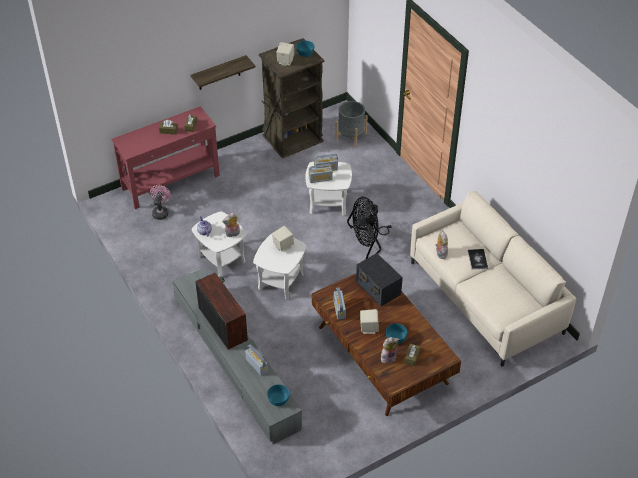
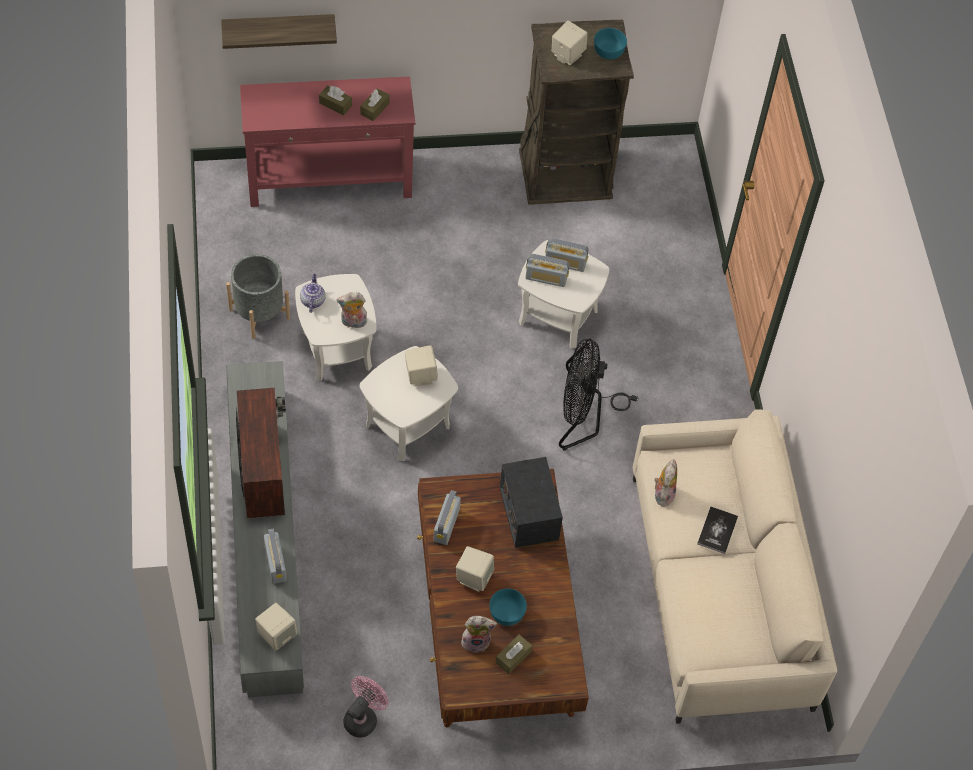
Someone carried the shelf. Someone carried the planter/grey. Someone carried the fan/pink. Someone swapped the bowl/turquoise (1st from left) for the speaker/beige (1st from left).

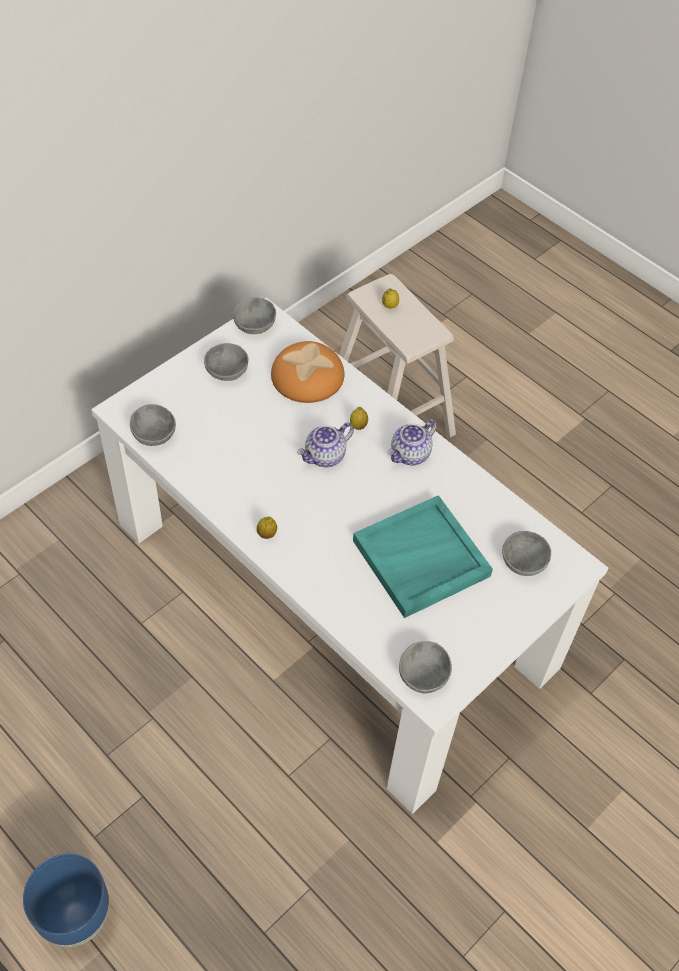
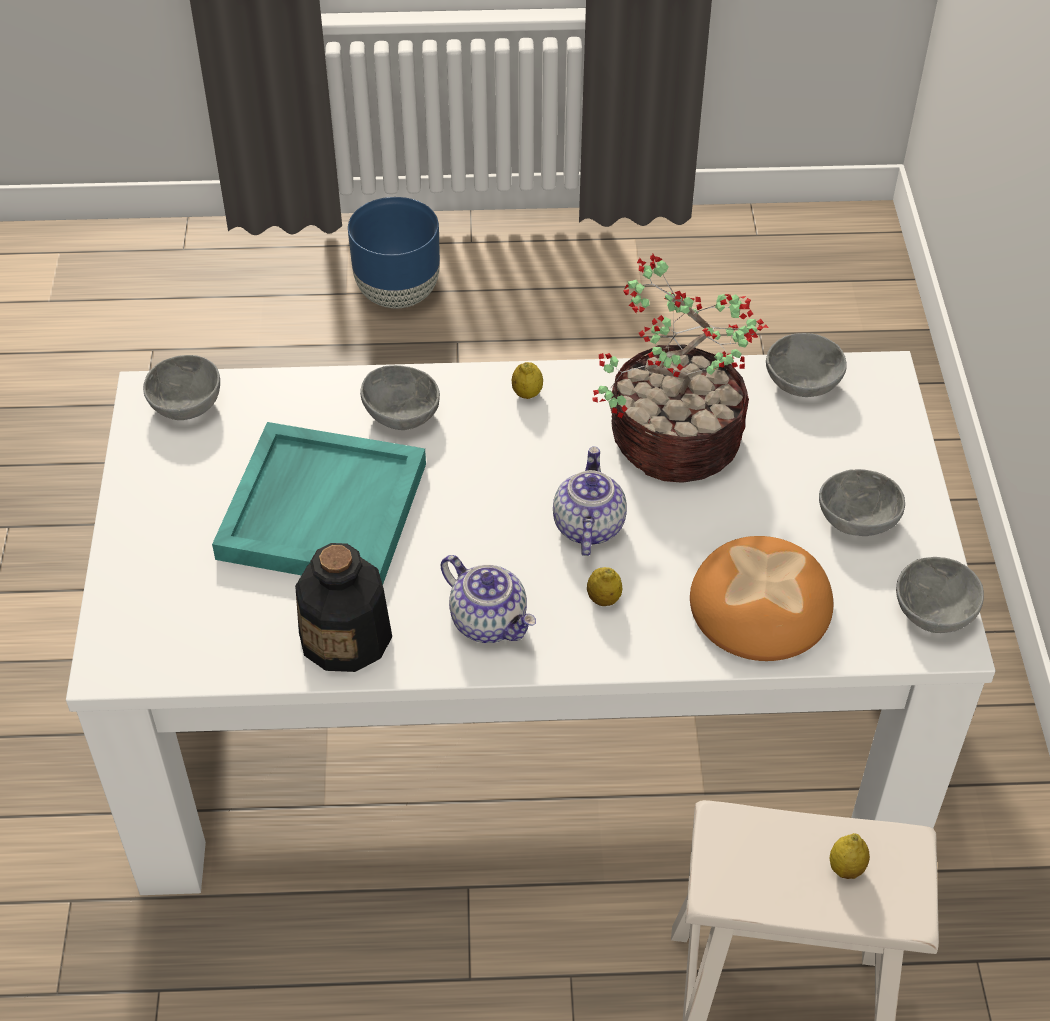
Someone rotated the teapot (2nd from left in the first image) by 135 degrees clockwise. Someone carried the bowl/grey (5th from left in the first image). Someone put down the potted plant. Someone put down the bottle.

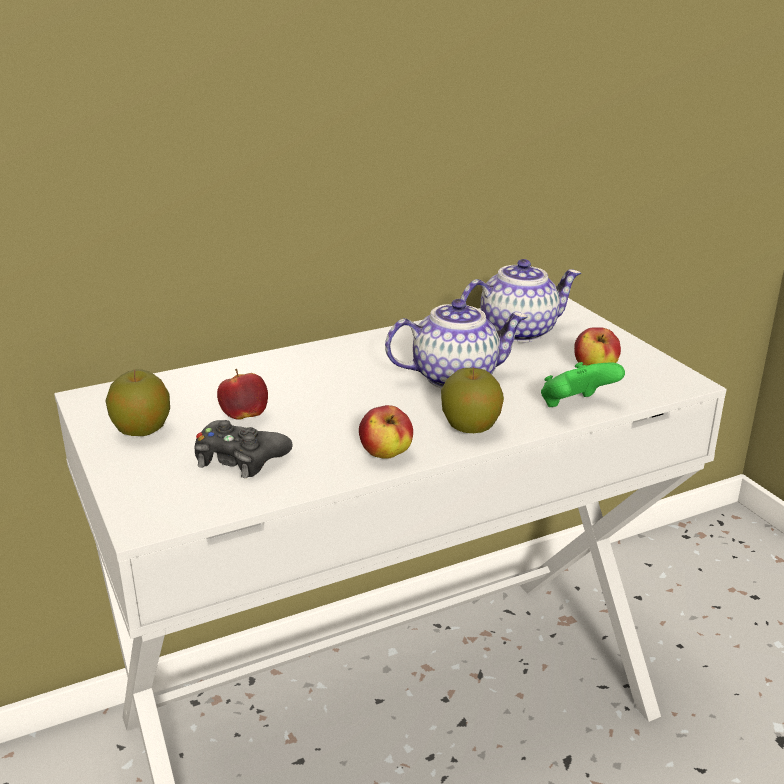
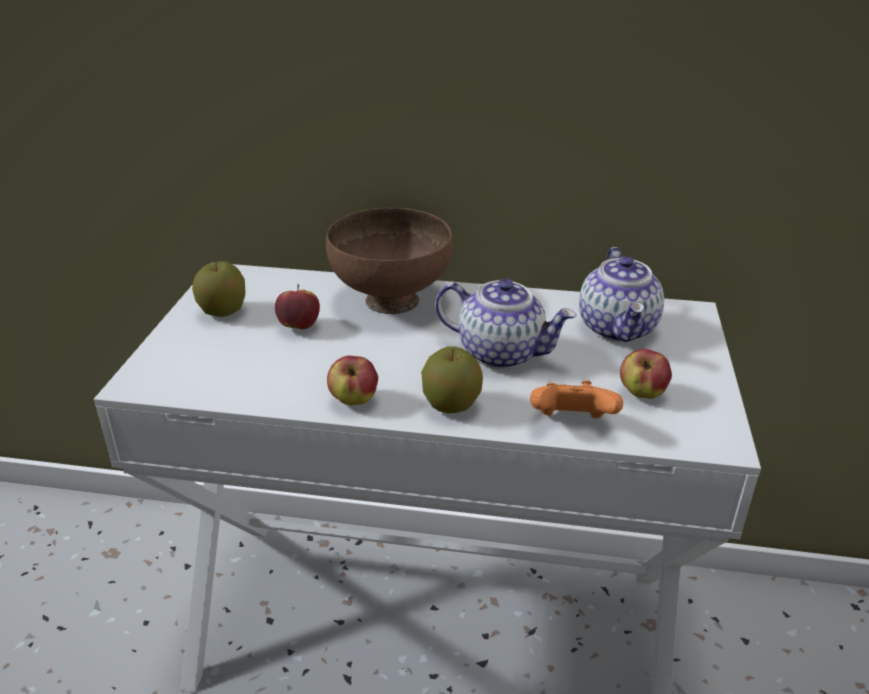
Someone rotated the teapot (2nd from left) by 75 degrees clockwise. Someone repainted the game controller/green, which became the game controller/orange. Someone took away the game controller/black. Someone put down the bowl/brown.

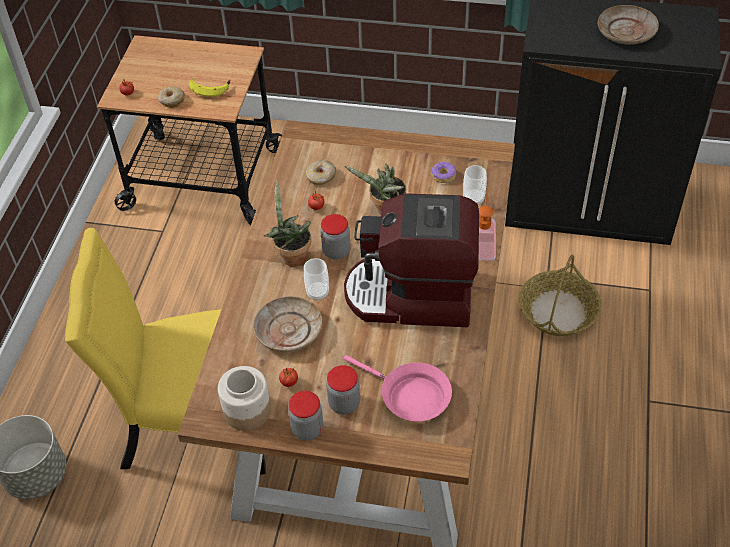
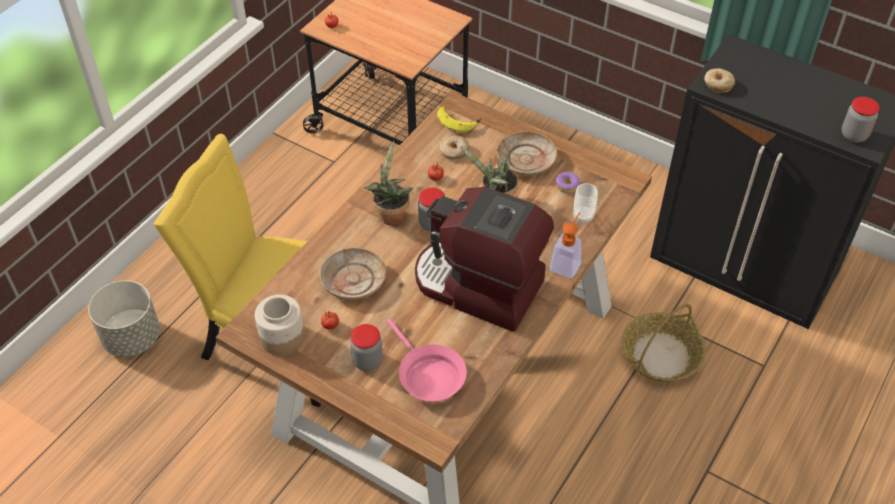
Someone carried the plate/beige (2nd from left). Someone carried the banana. Someone carried the donut (1st from left in the first image). Someone took away the cup (1st from left). Someone carried the jar (2nd from left in the first image).

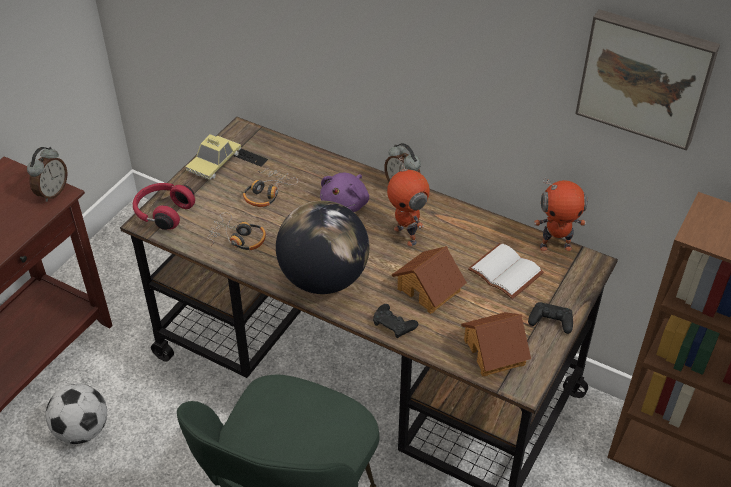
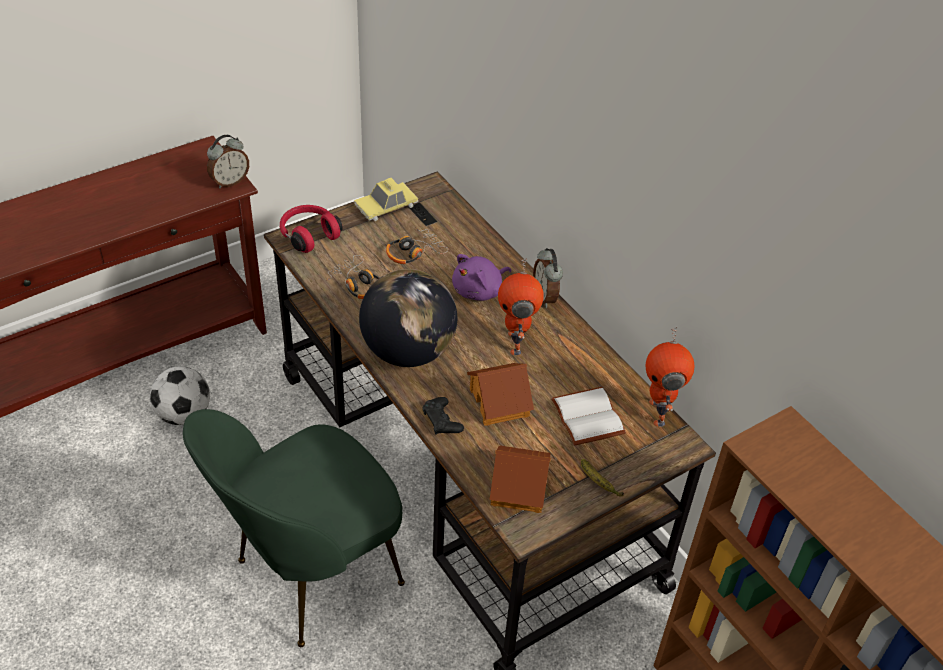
Someone took away the picture. Someone rotated the toy robot (2nd from left) by 60 degrees clockwise. Someone swapped the game controller/black (2nd from left) for the banana.

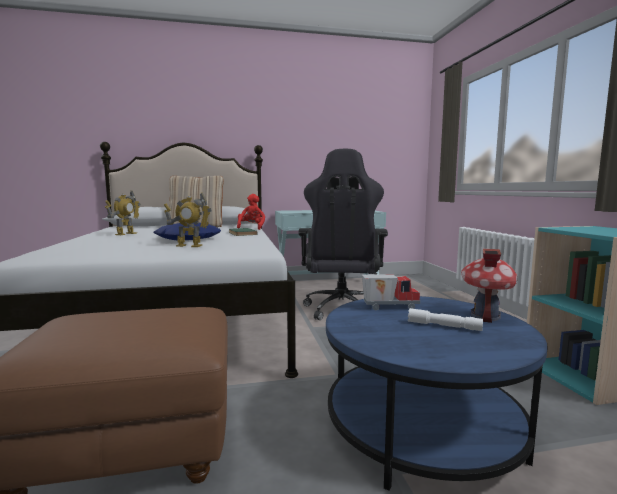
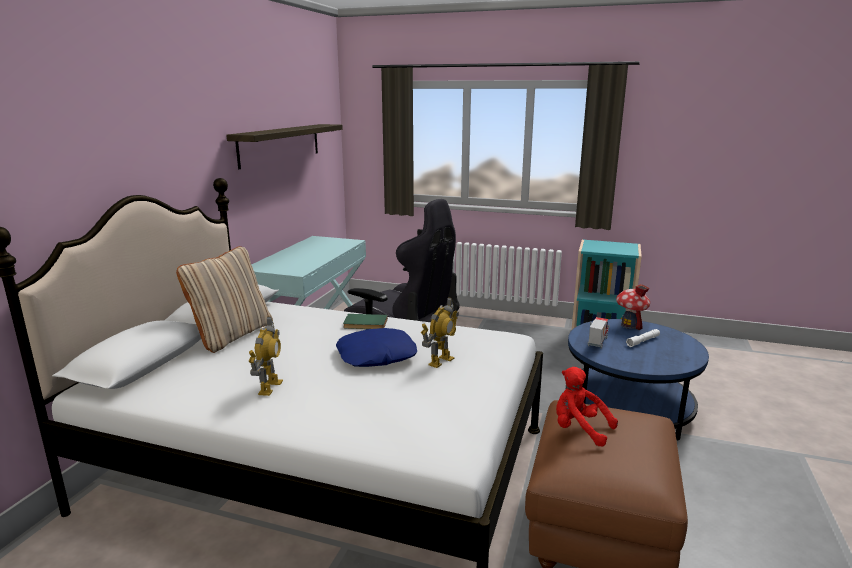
Someone rotated the toy robot (1st from left) by 45 degrees clockwise. Someone carried the plush toy/red. Someone put up the shelf.

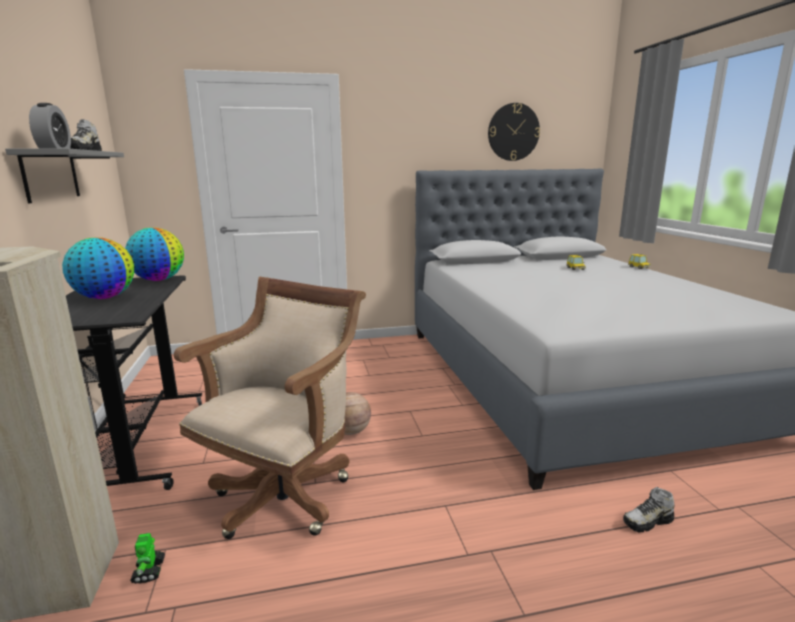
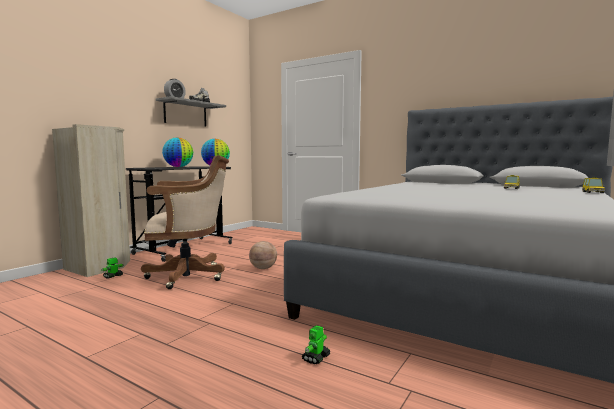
Someone took away the wall clock. Someone swapped the shoe (2nd from left) for the toy robot (2nd from left).

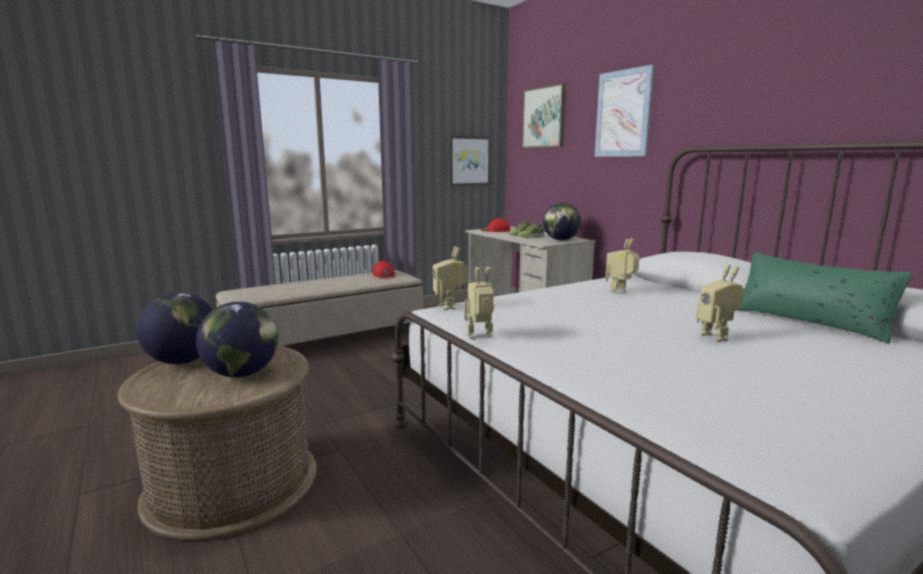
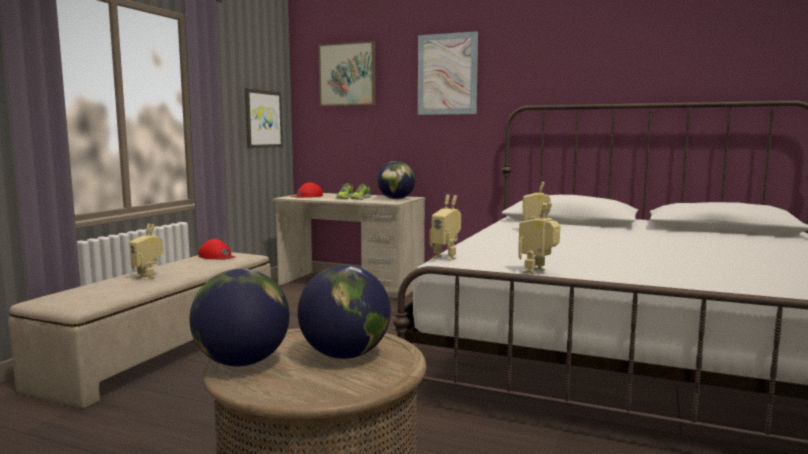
Someone took away the pillow/green. Someone carried the toy robot (4th from left in the first image).

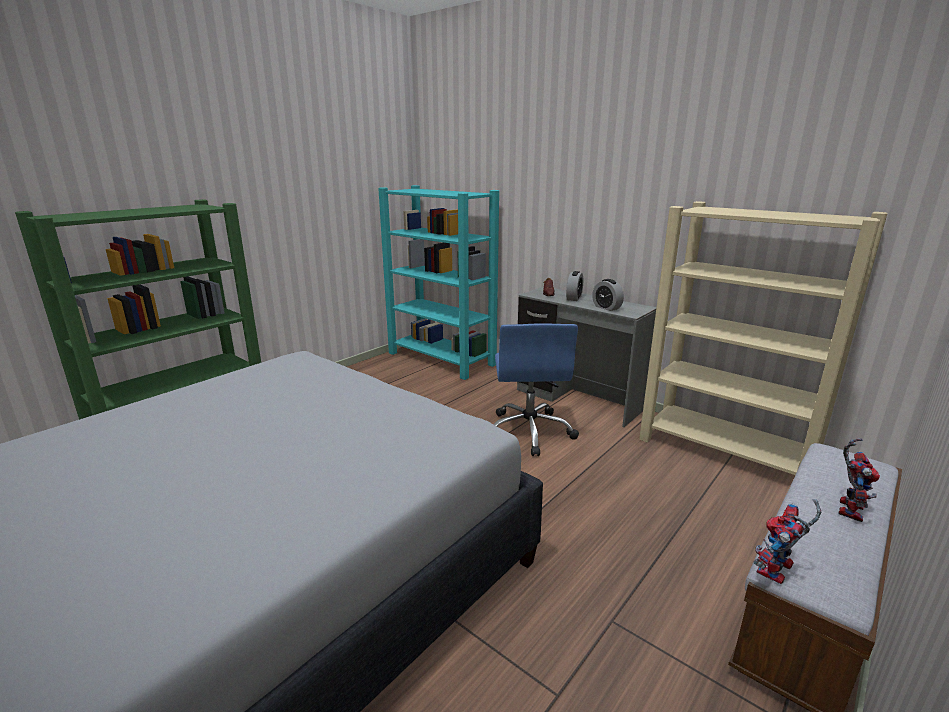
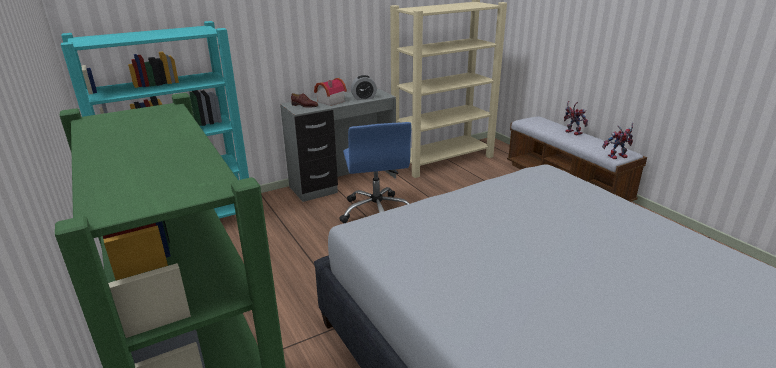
Someone swapped the alarm clock (1st from left) for the toy house. Someone rotated the office chair/blue by 60 degrees clockwise. Someone rotated the toy robot (1st from left in the first image) by 105 degrees clockwise.

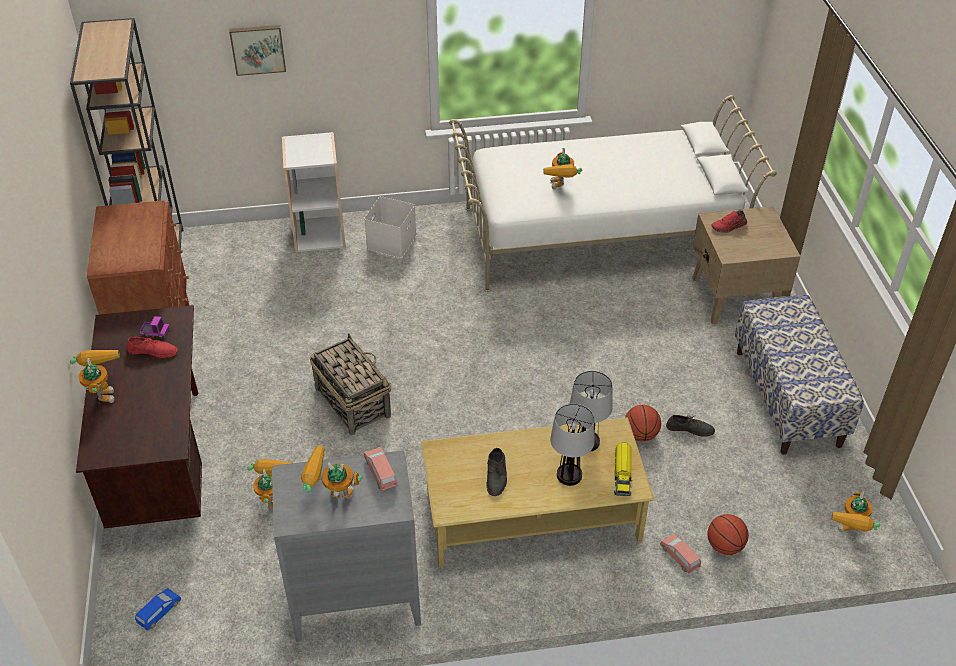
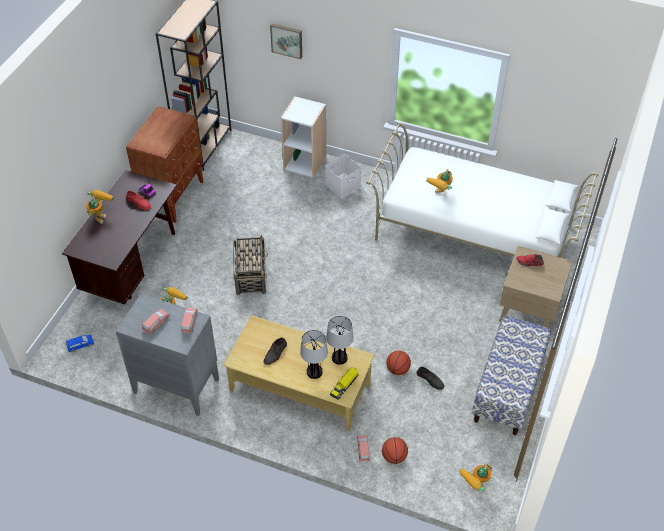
Someone swapped the toy robot (3rd from left) for the toy car/pink (1st from left).

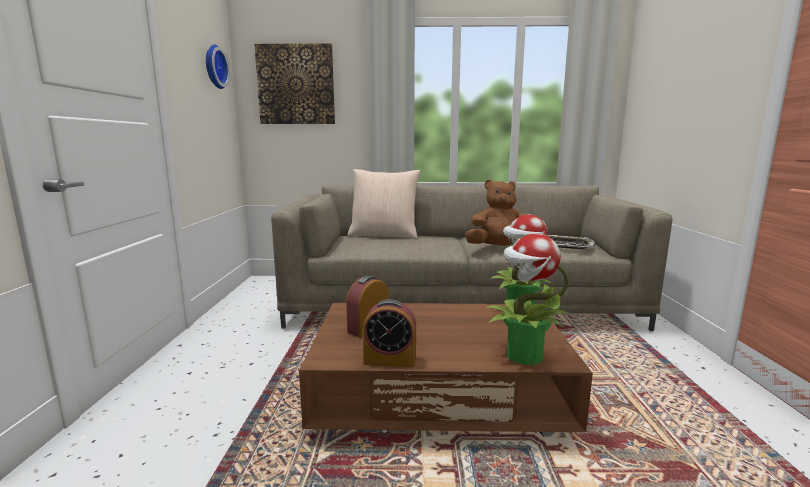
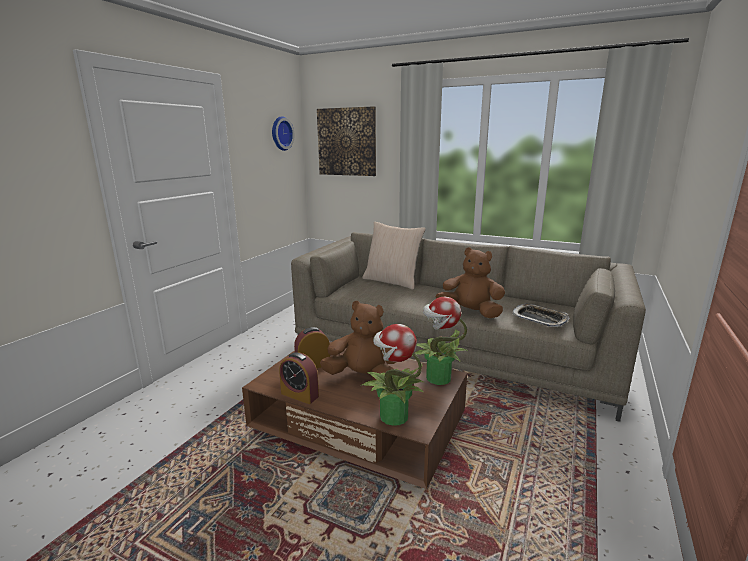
Someone put down the plush toy/brown (1st from left).

